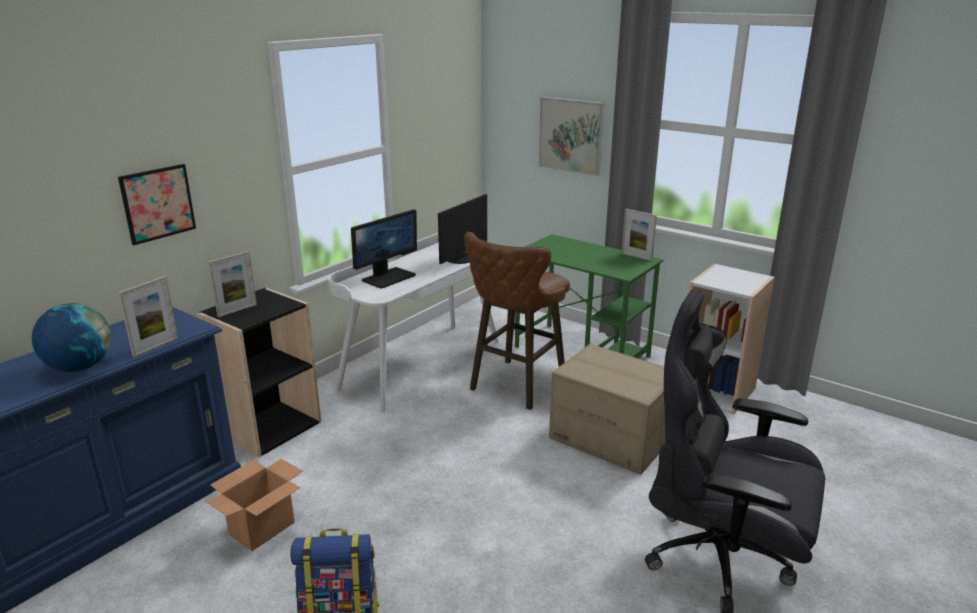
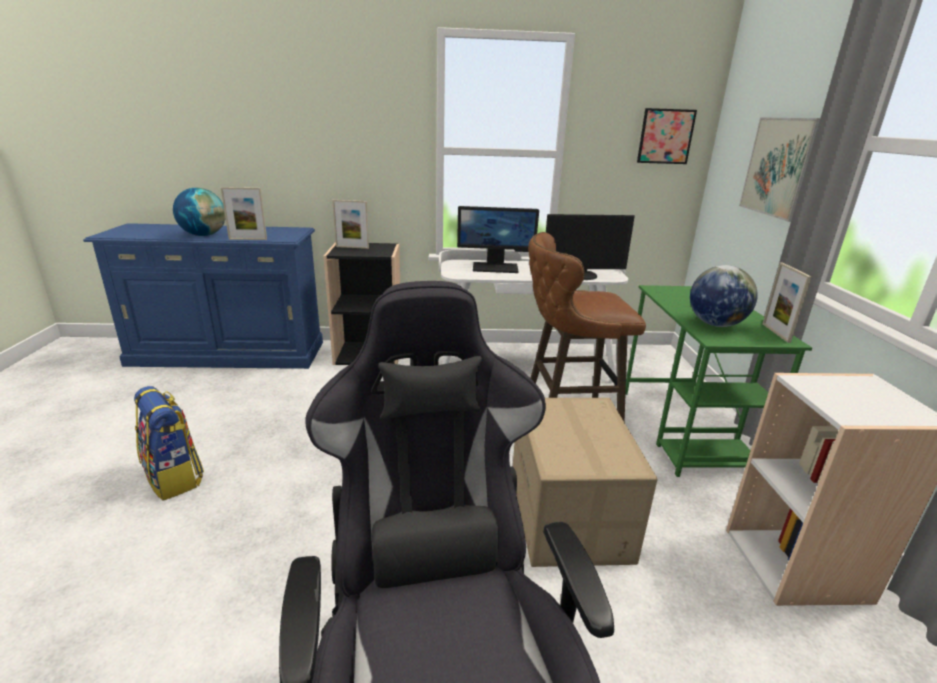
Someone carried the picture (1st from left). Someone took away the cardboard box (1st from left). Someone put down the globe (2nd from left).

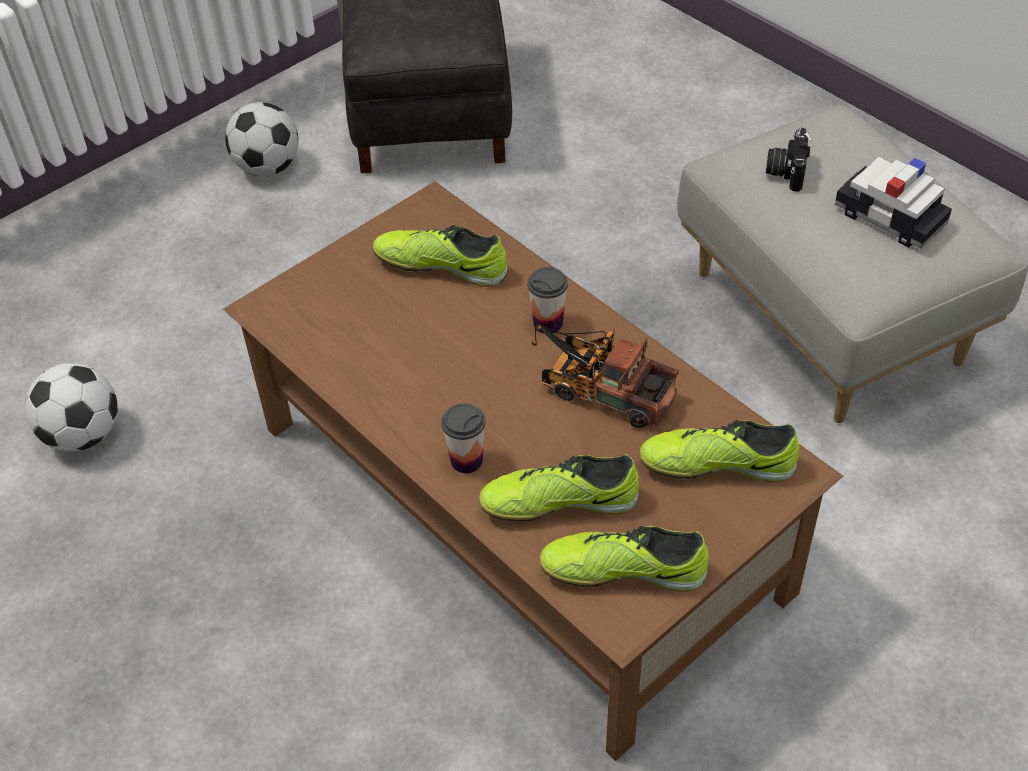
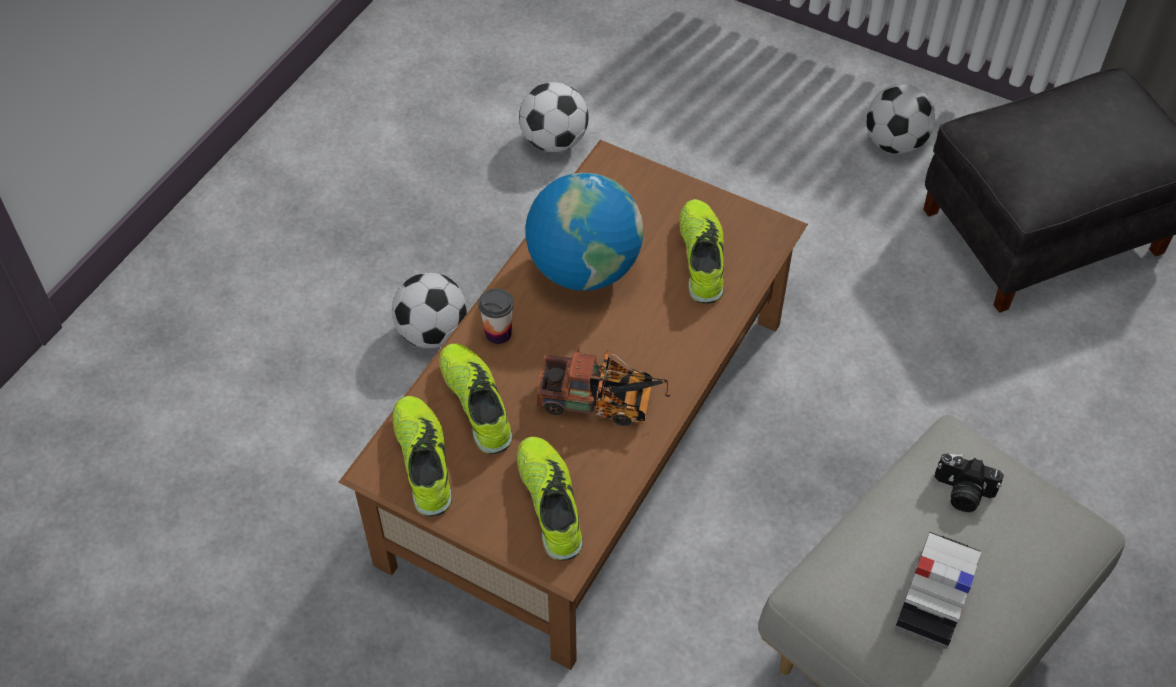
Someone rotated the photo camera by 150 degrees counterclockwise. Someone took away the cup (2nd from left). Someone rotated the toy truck by 90 degrees clockwise. Someone put down the globe. Someone put down the football (1st from left).

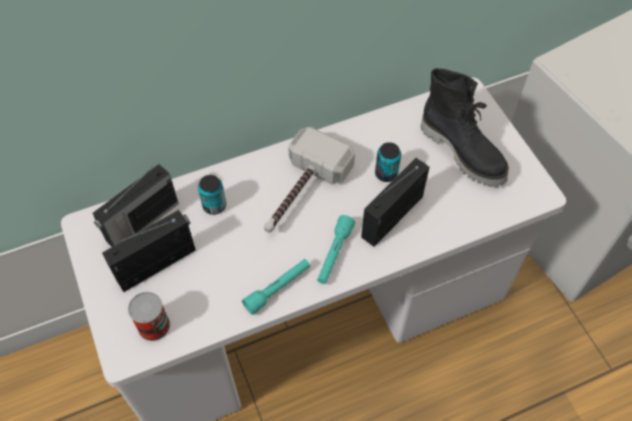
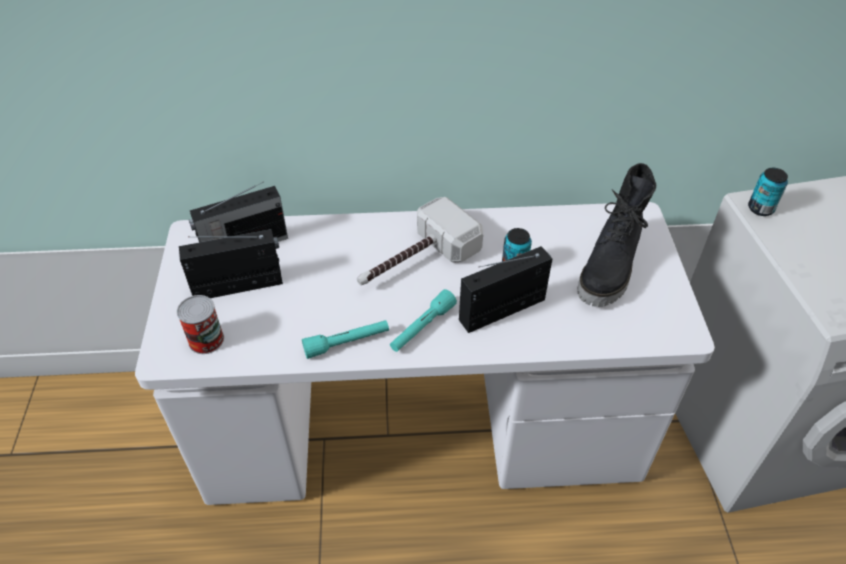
Someone rotated the boot/black by 45 degrees clockwise. Someone carried the can (2nd from left in the first image).

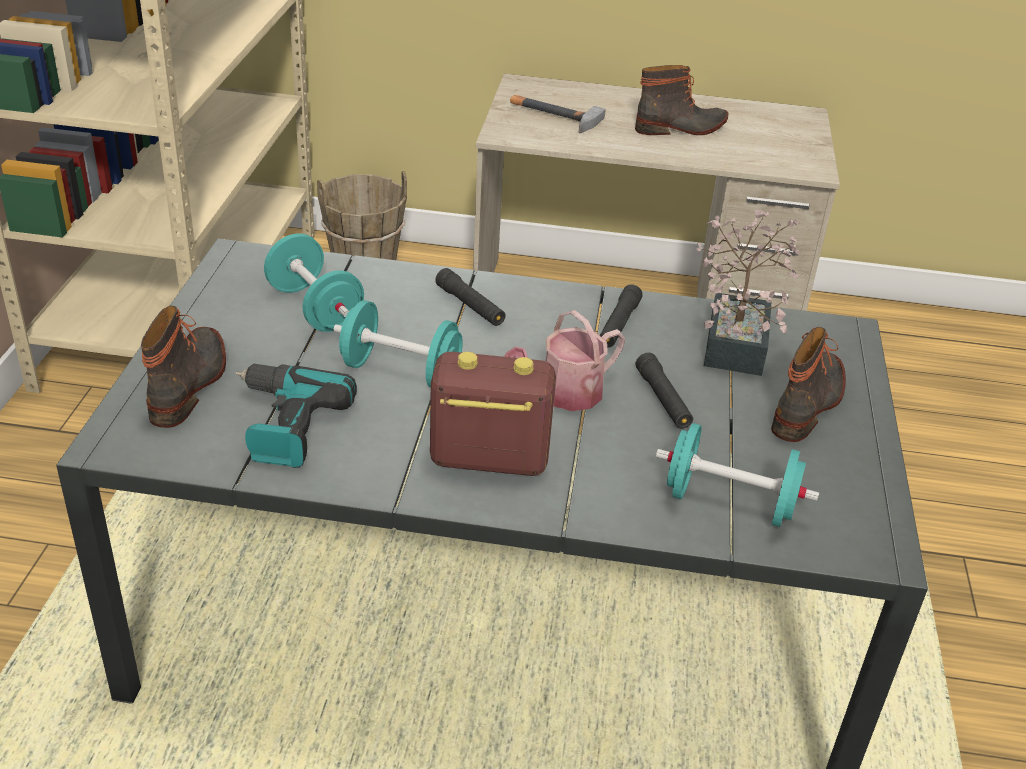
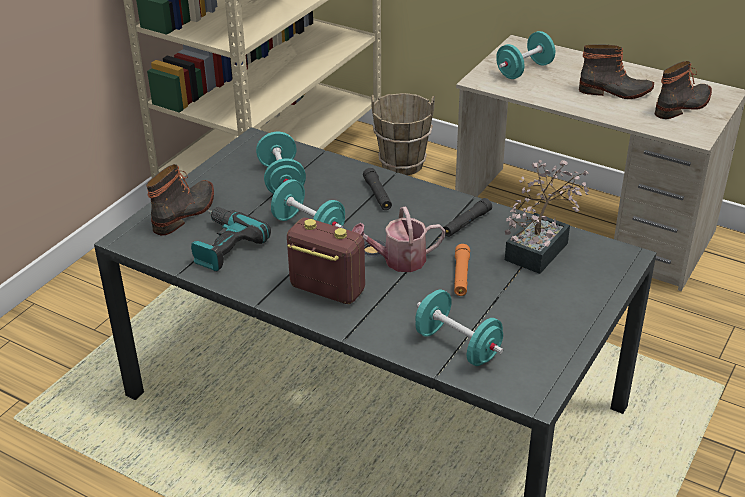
Someone swapped the hammer for the dumbbell/turquoise (4th from left). Someone carried the boot (3rd from left). Someone repainted the flashlight/black (3rd from left), which became the flashlight/orange.

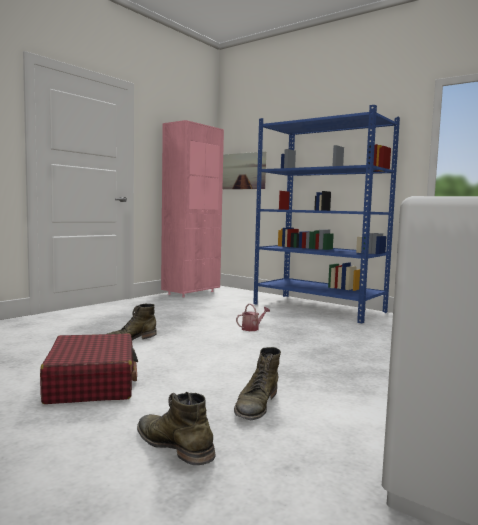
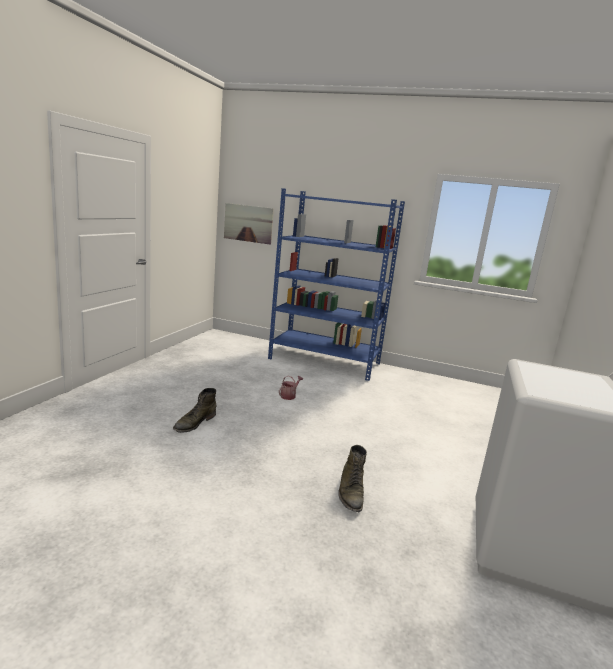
Someone took away the cabinet/pink. Someone took away the suitcase/red. Someone took away the boot/green (2nd from left).

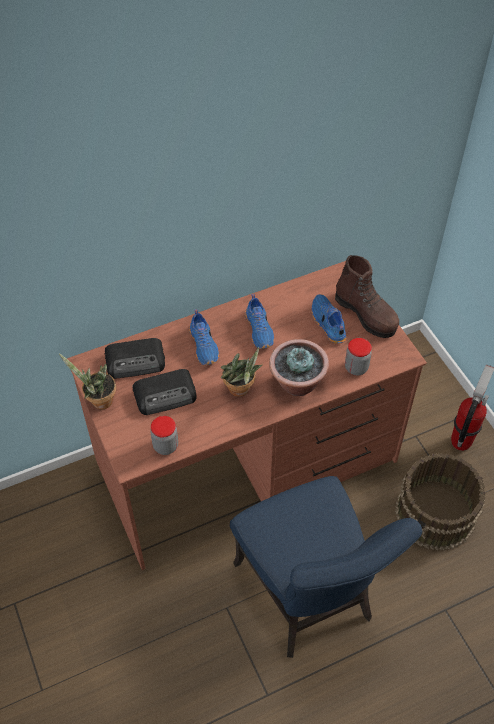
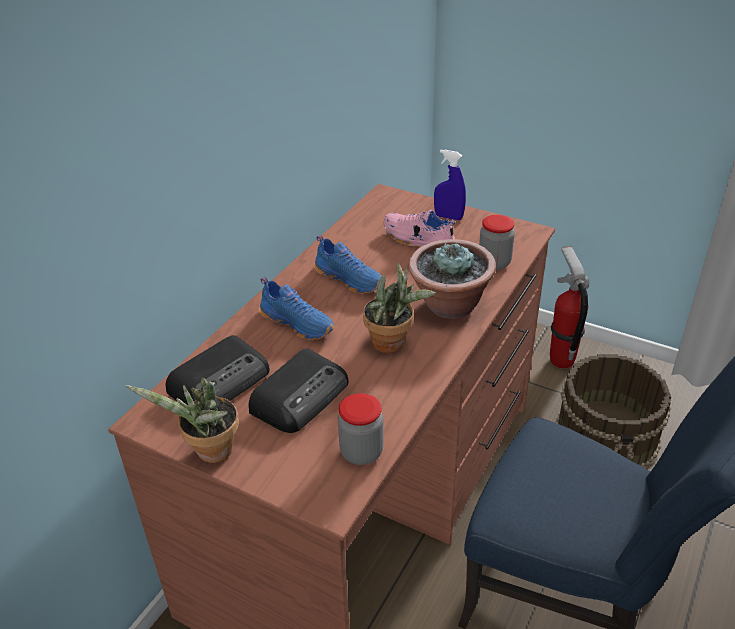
Someone swapped the boot/brown for the spray bottle/blue. Someone repainted the shoe/blue (3rd from left), which became the shoe/pink.

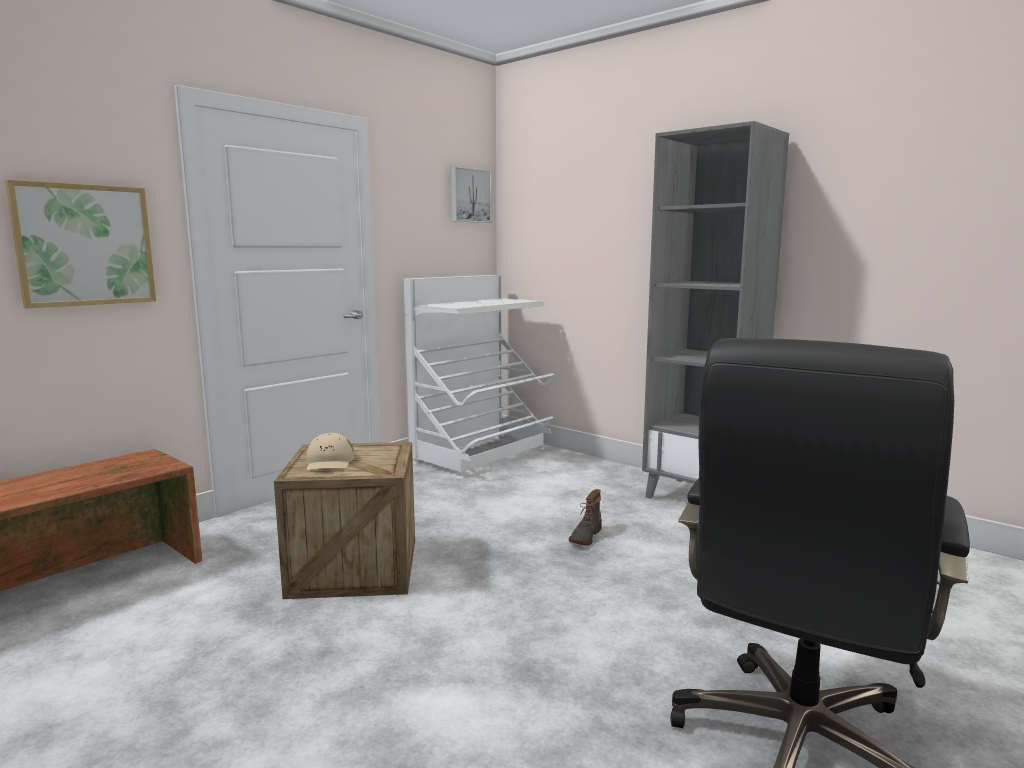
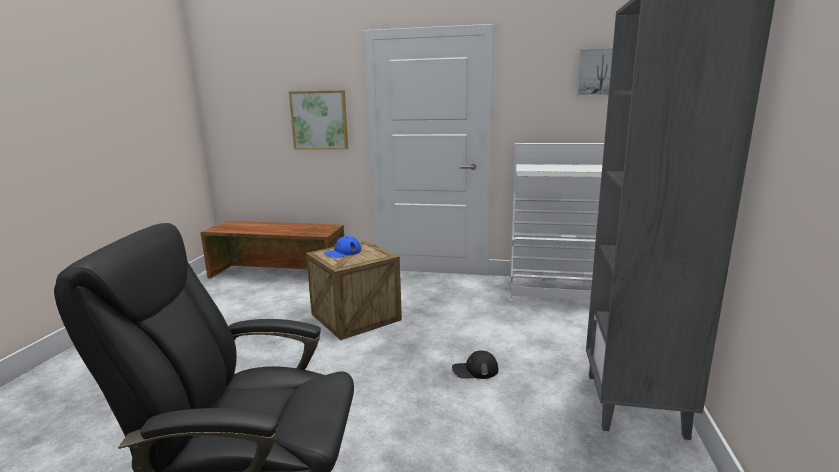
Someone repainted the cap/beige, which became the cap/blue. Someone swapped the boot for the cap/black.

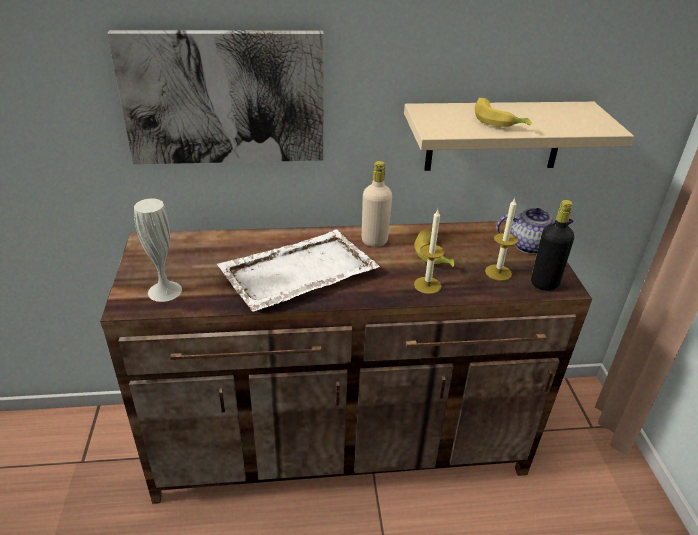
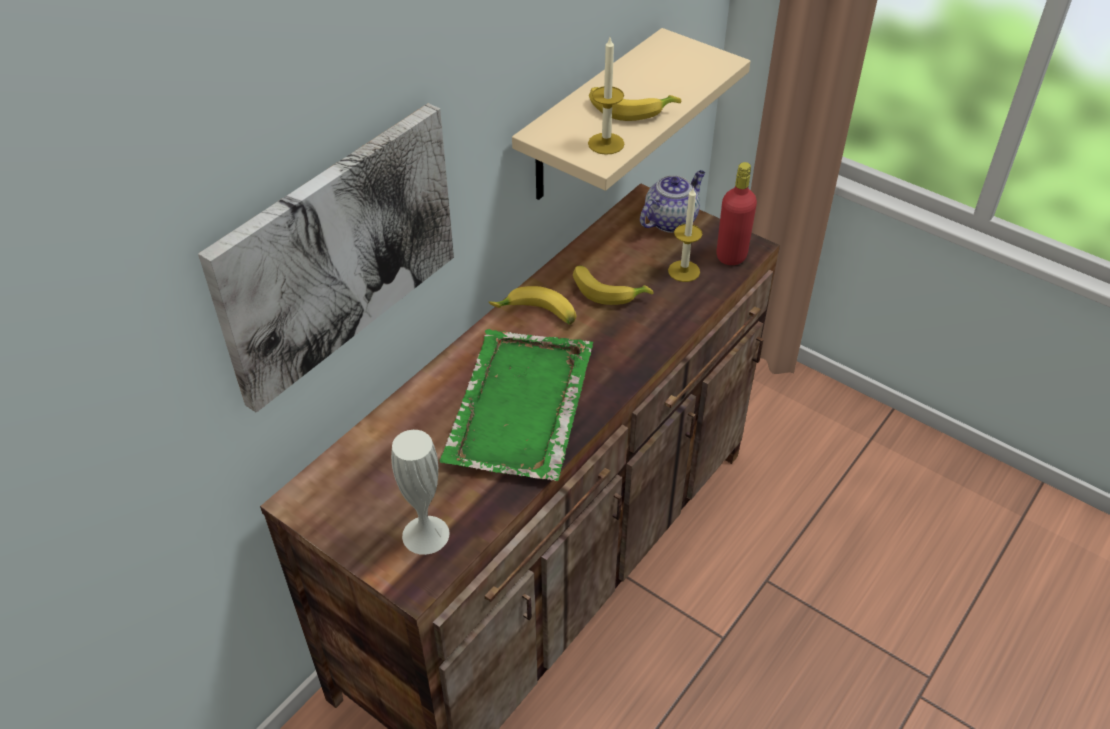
Someone swapped the bottle/beige for the banana (1st from left). Someone repainted the bottle/black, which became the bottle/red. Someone carried the candle (1st from left). Someone repainted the tray/white, which became the tray/green.

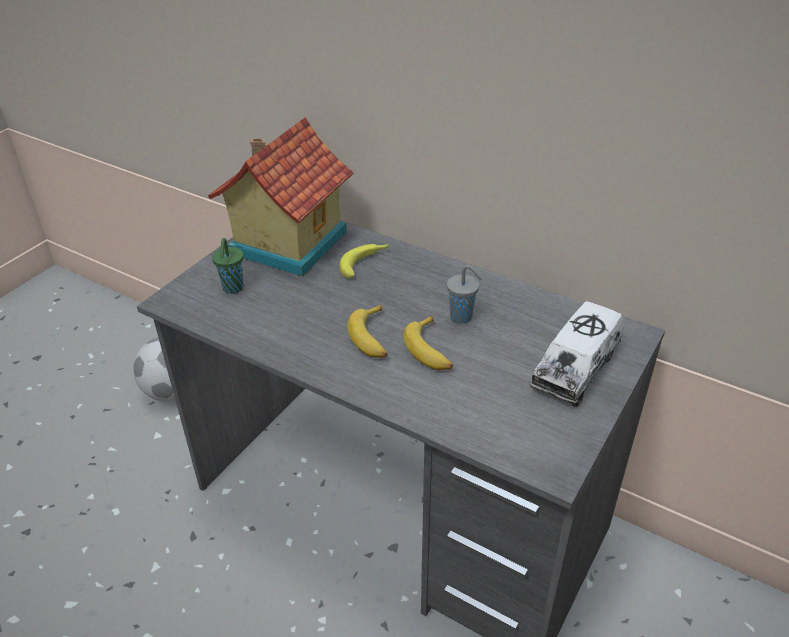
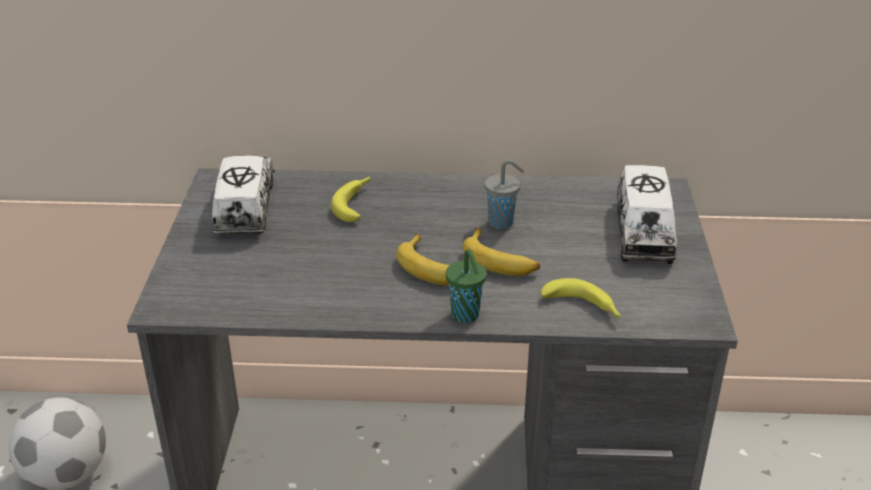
Someone swapped the toy house for the toy truck (1st from left). Someone carried the cup/green. Someone put down the banana (4th from left).

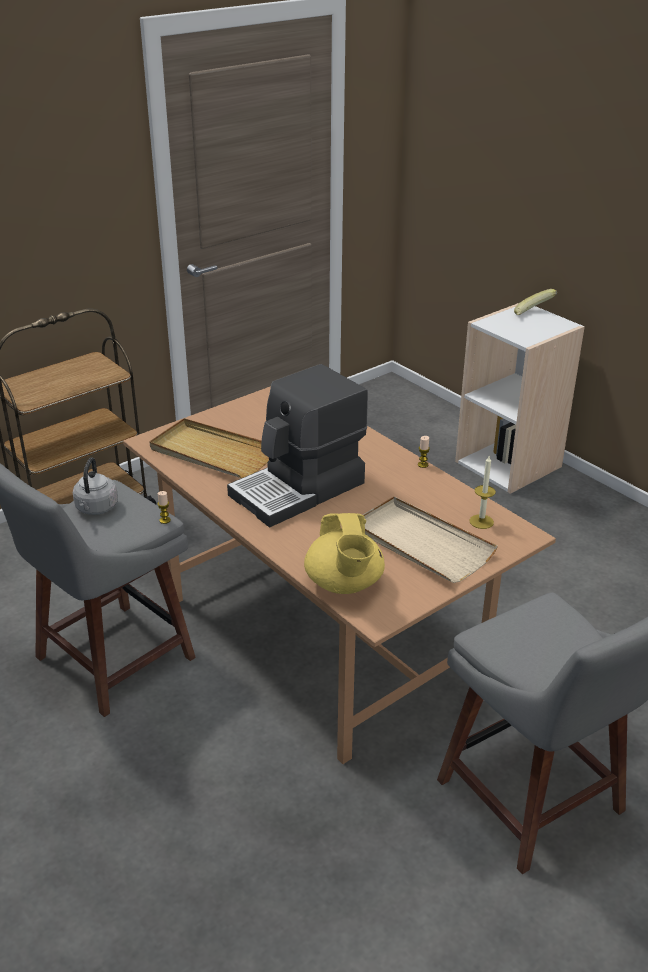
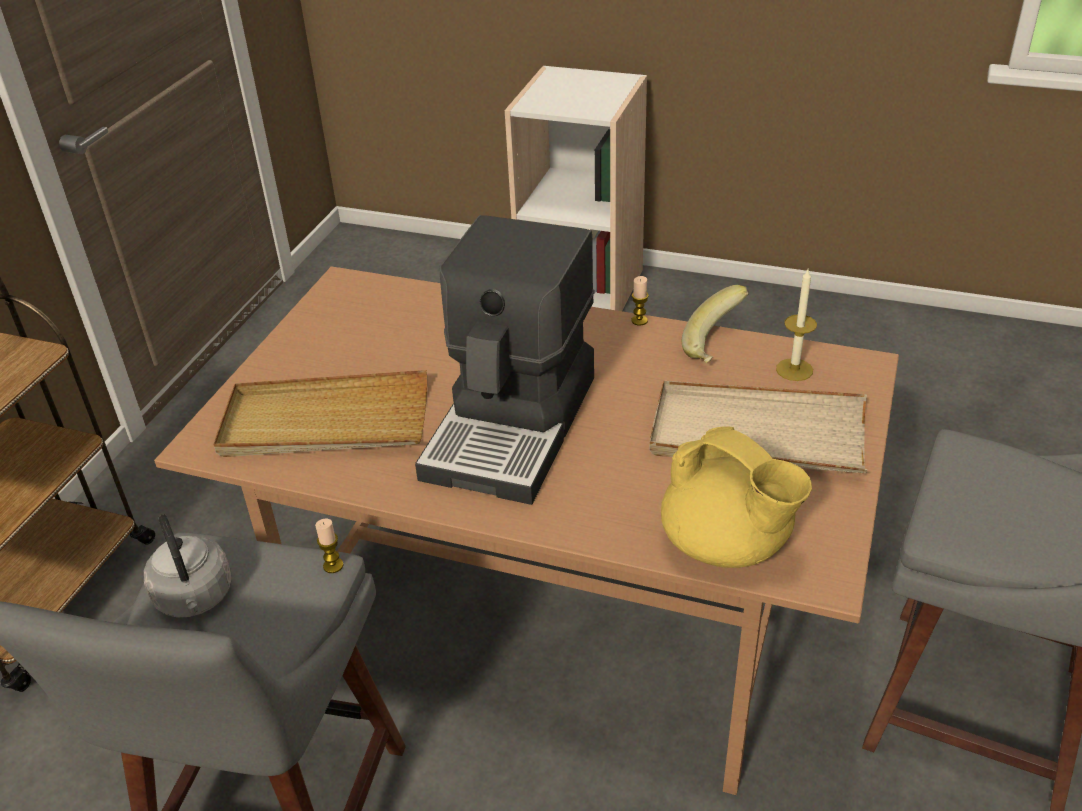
Someone carried the banana.

